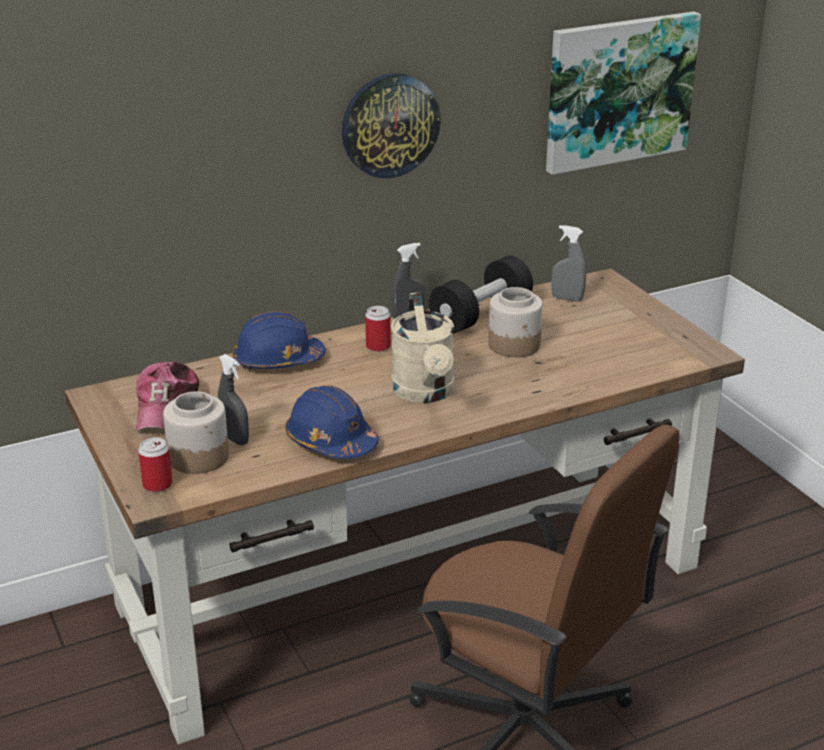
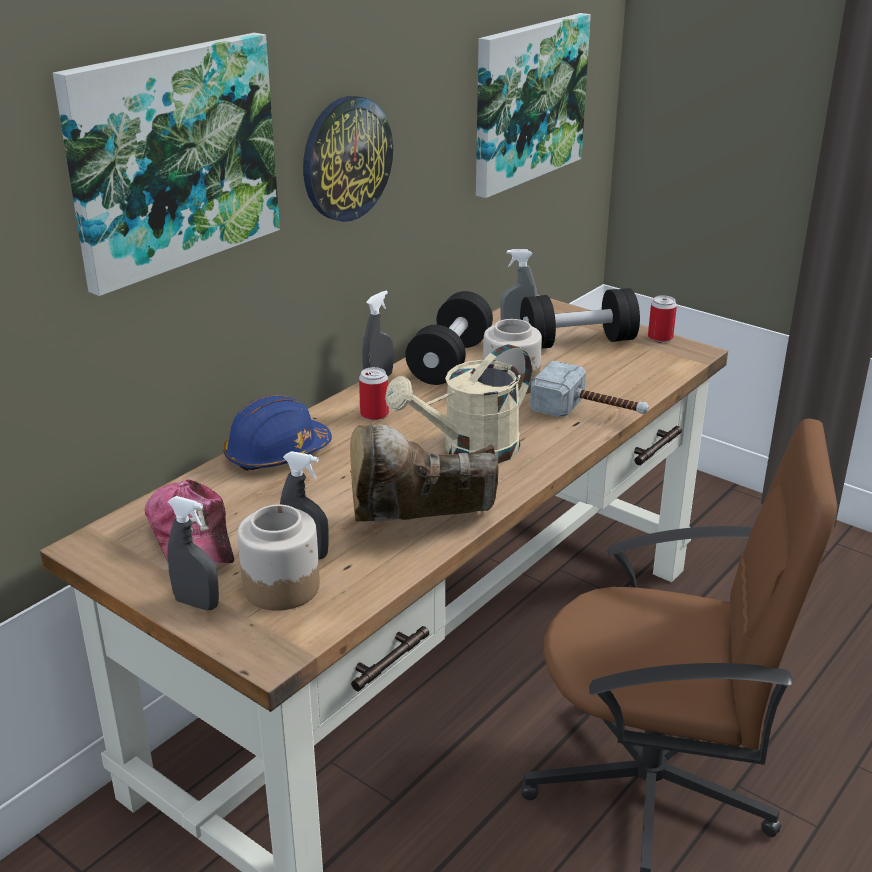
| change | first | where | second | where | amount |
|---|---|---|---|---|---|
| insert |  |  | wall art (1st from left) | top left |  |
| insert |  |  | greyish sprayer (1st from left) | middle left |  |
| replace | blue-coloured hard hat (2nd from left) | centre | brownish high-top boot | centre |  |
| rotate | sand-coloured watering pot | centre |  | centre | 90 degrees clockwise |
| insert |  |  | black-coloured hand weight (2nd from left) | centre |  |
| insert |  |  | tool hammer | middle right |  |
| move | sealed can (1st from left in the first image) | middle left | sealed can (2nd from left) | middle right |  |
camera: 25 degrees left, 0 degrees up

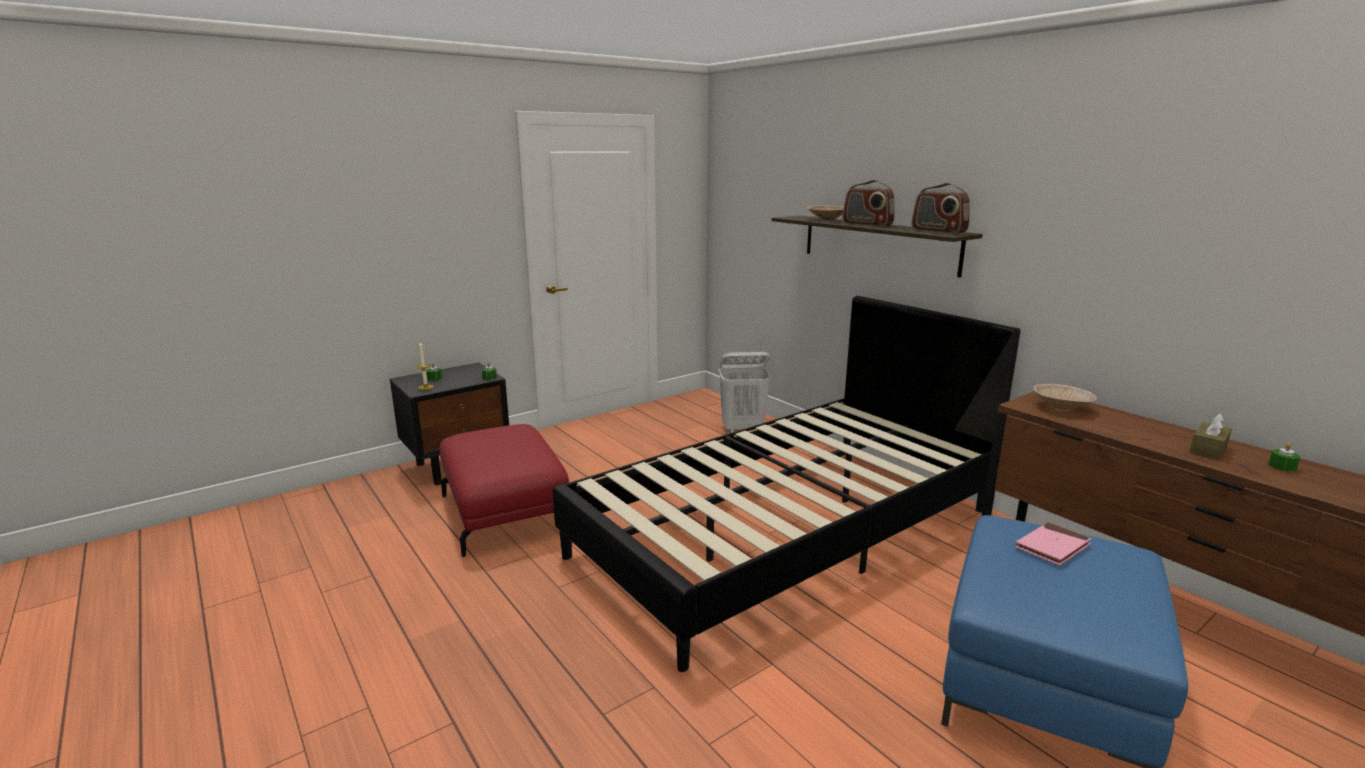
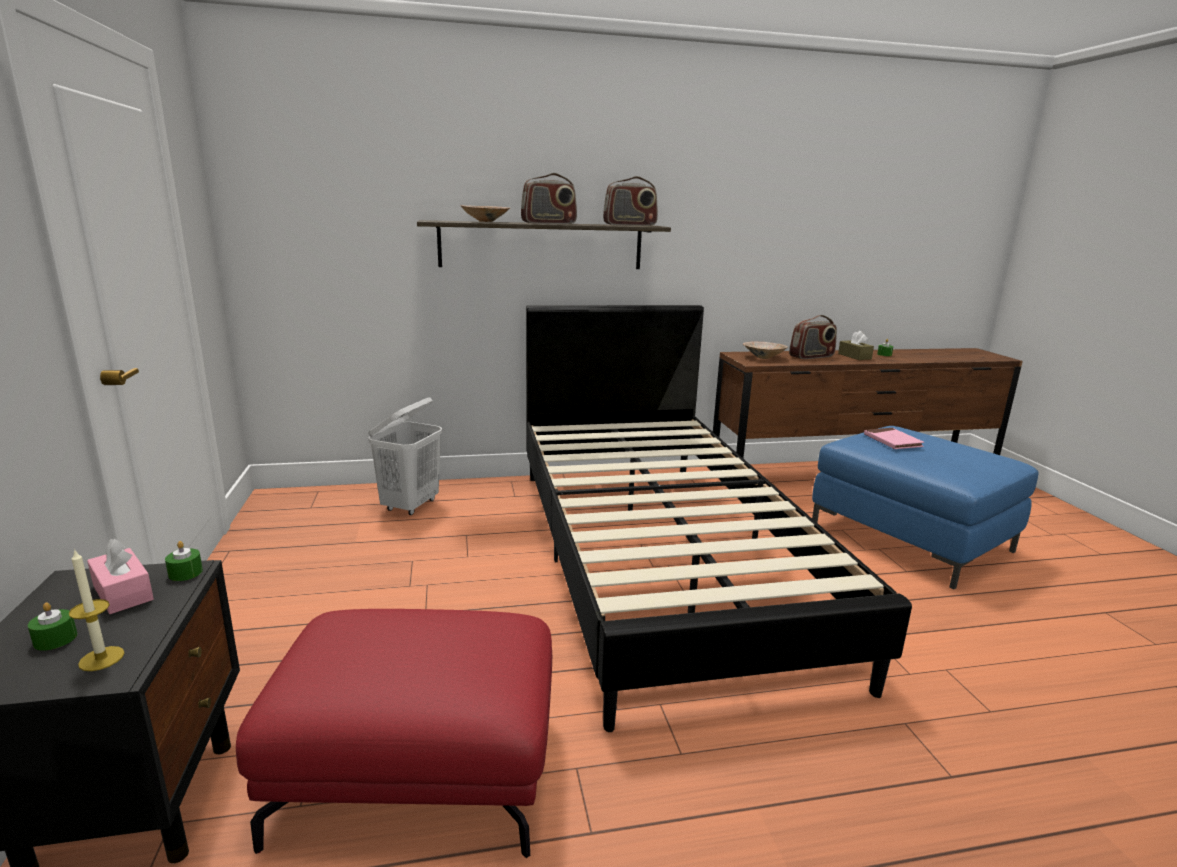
| change | first | where | second | where | amount |
|---|---|---|---|---|---|
| insert |  |  | pink box of tissues | middle left |  |
| insert |  |  | radio set (3rd from left) | middle right |  |
camera: 65 degrees left, 0 degrees up

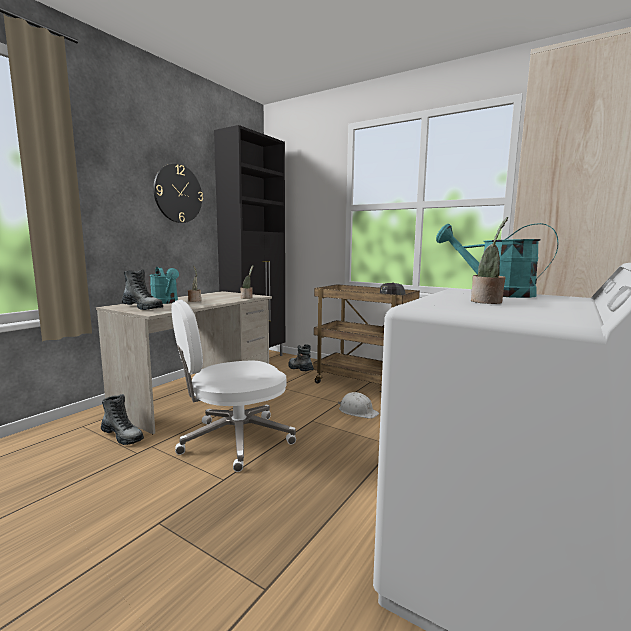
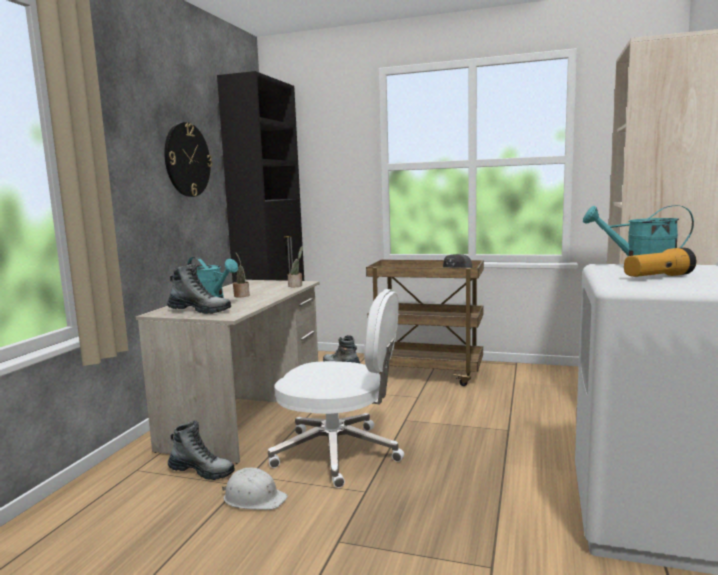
| change | first | where | second | where | amount |
|---|---|---|---|---|---|
| move | white-coloured hard hat | centre |  | bottom centre |  |
| rotate | white-coloured desk chair | centre |  | bottom centre | 120 degrees counterclockwise |
| replace | plant in a pot (3rd from left) | middle right | torch | middle right |  |
camera: 15 degrees left, 0 degrees up

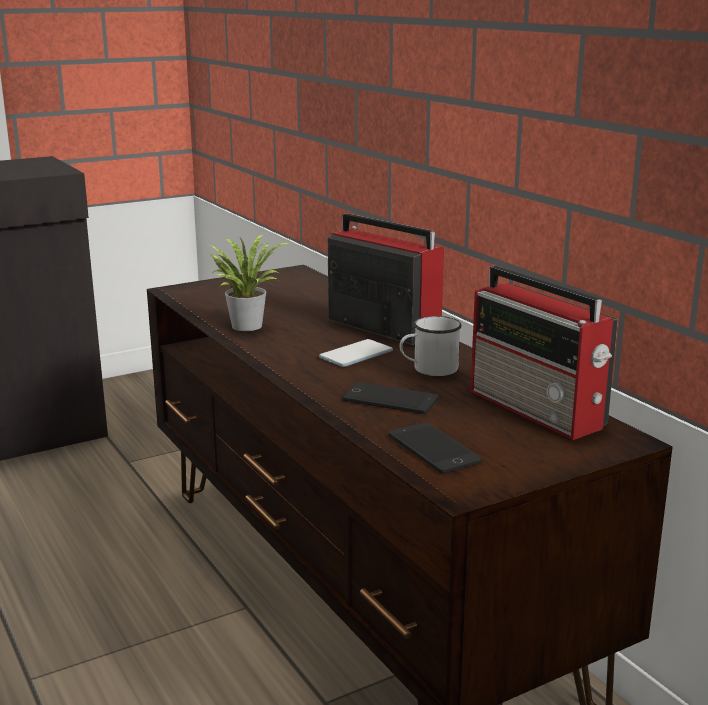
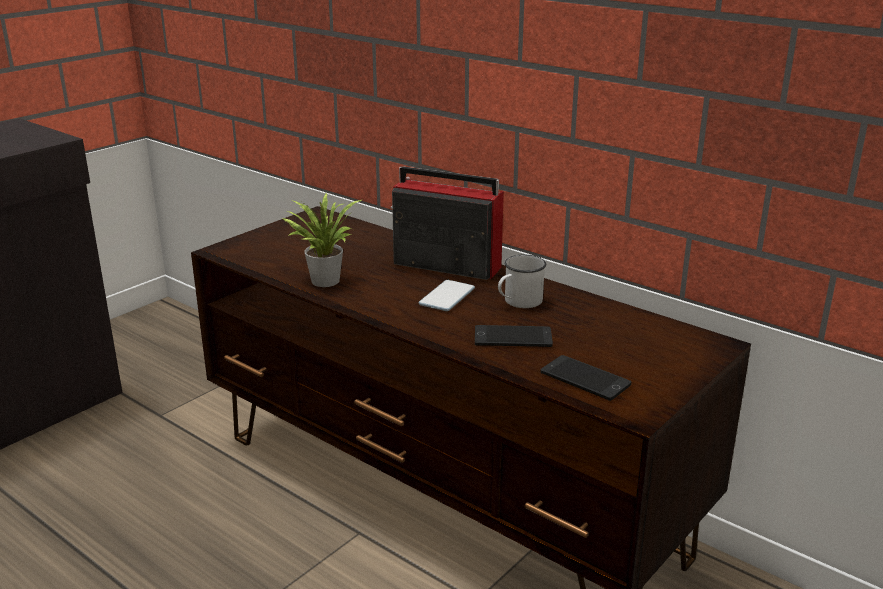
| change | first | where | second | where | amount |
|---|---|---|---|---|---|
| delete | radio set (2nd from left) | middle right |  |  |  |
camera: 20 degrees left, 5 degrees up

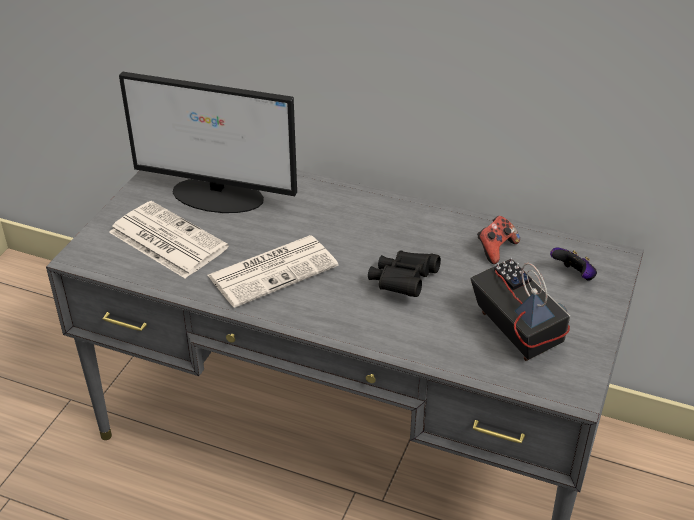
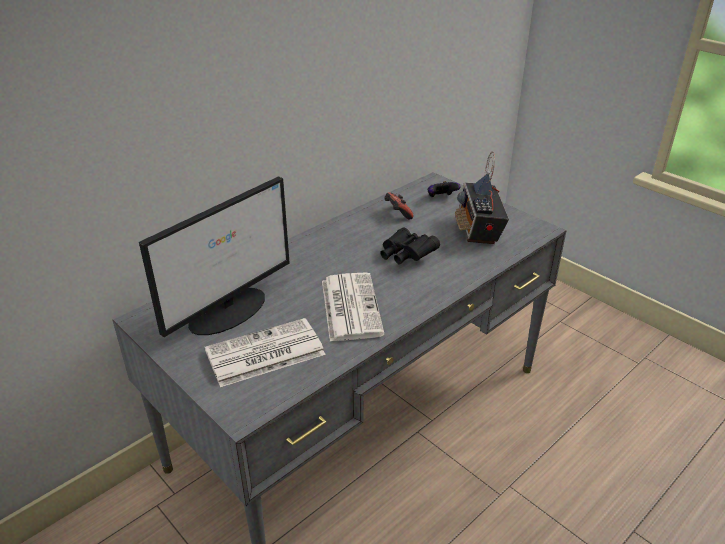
| change | first | where | second | where | amount |
|---|---|---|---|---|---|
| rotate | radio set | middle right |  | centre | 90 degrees counterclockwise |
camera: 65 degrees left, 5 degrees down

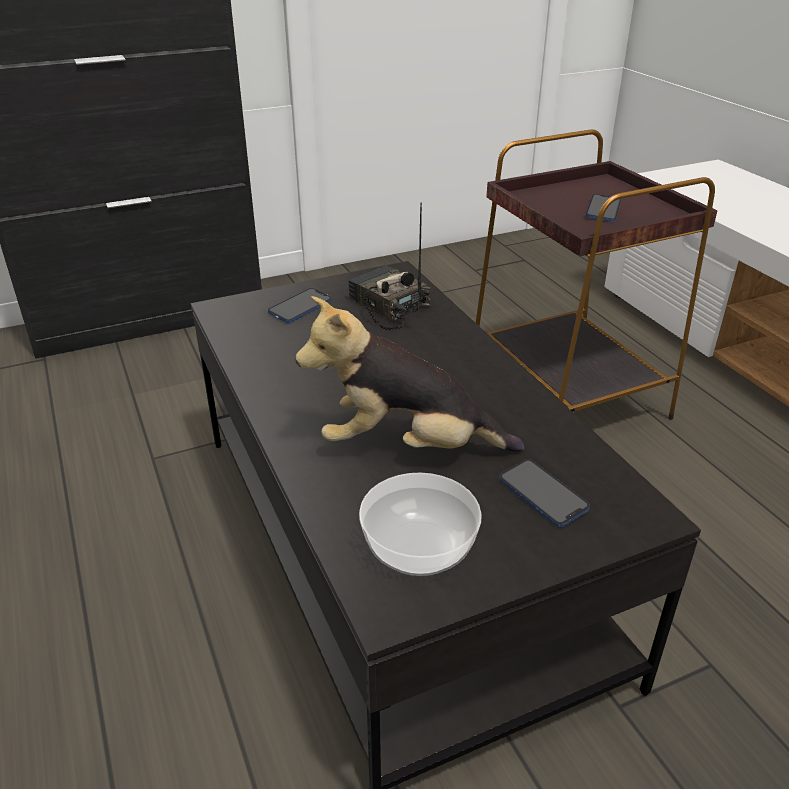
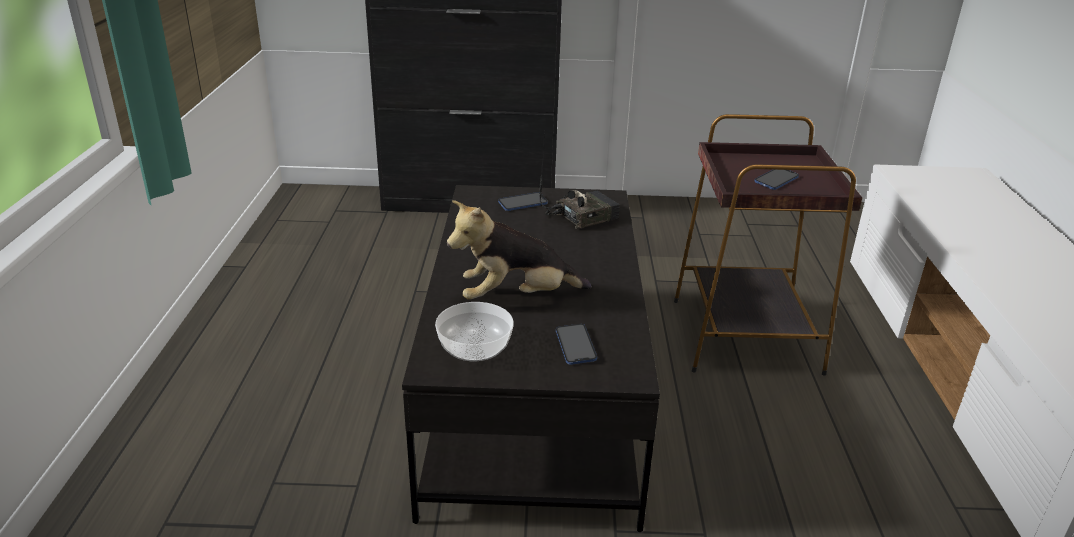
| change | first | where | second | where | amount |
|---|---|---|---|---|---|
| rotate | plush toy | centre |  | centre | 45 degrees counterclockwise |
| rotate | radio set | centre |  | centre | 75 degrees clockwise |
camera: 25 degrees right, 5 degrees down

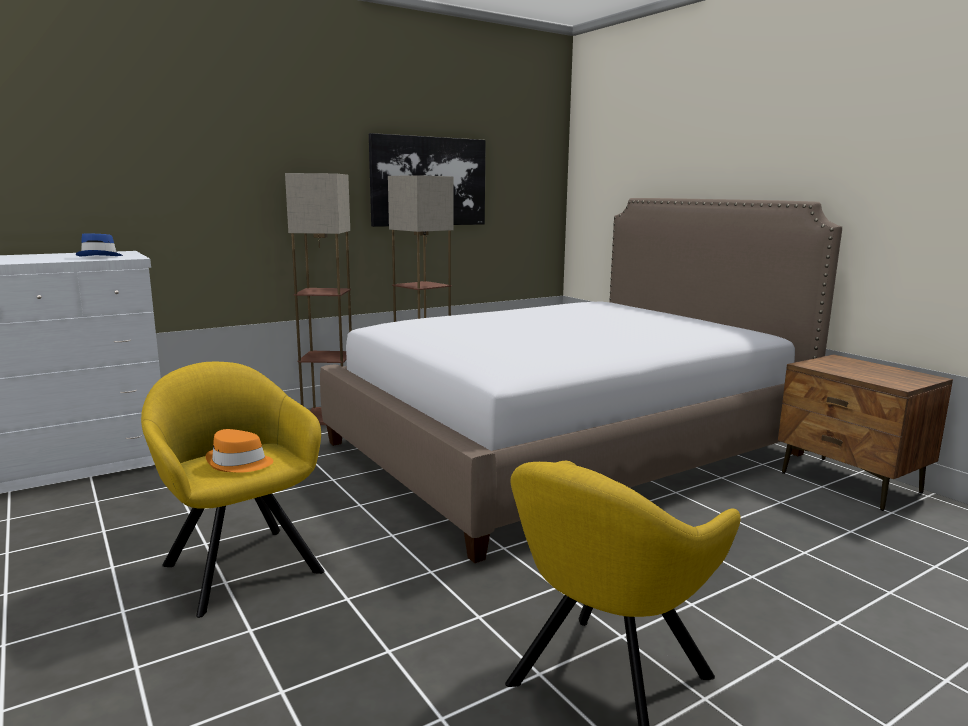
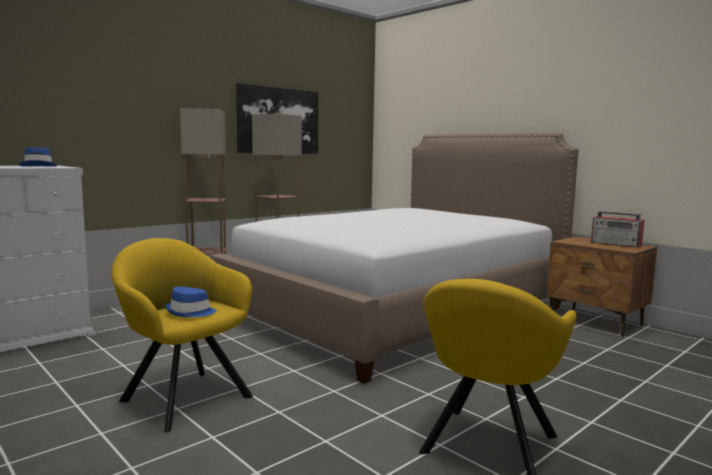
| change | first | where | second | where | amount |
|---|---|---|---|---|---|
| recolor | orange-coloured hat | middle left | blue-coloured hat (2nd from left) | middle left |  |
| insert |  |  | radio set | middle right |  |
camera: 10 degrees left, 5 degrees down

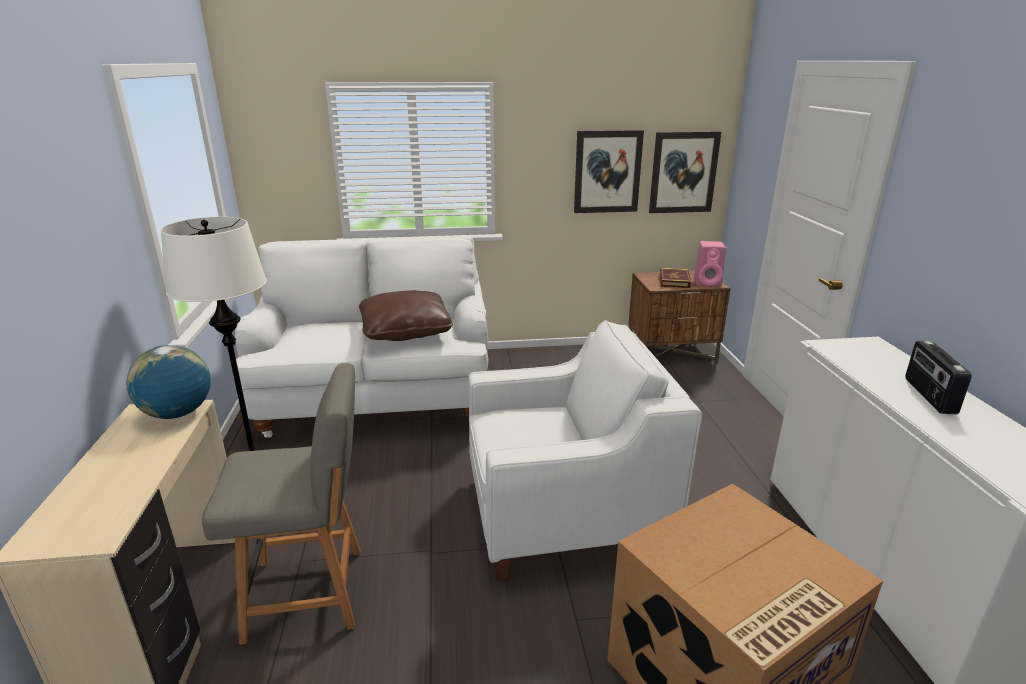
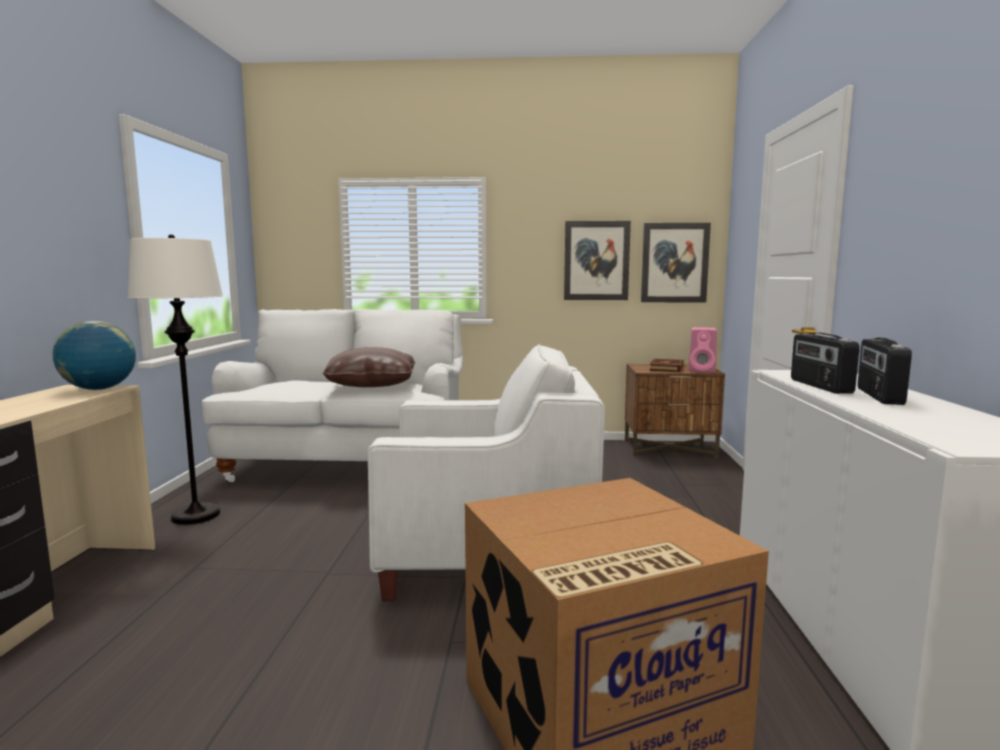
| change | first | where | second | where | amount |
|---|---|---|---|---|---|
| insert |  |  | radio set (1st from left) | middle right |  |
| delete | greyish upright chair | bottom left |  |  |  |
camera: 10 degrees right, 15 degrees down

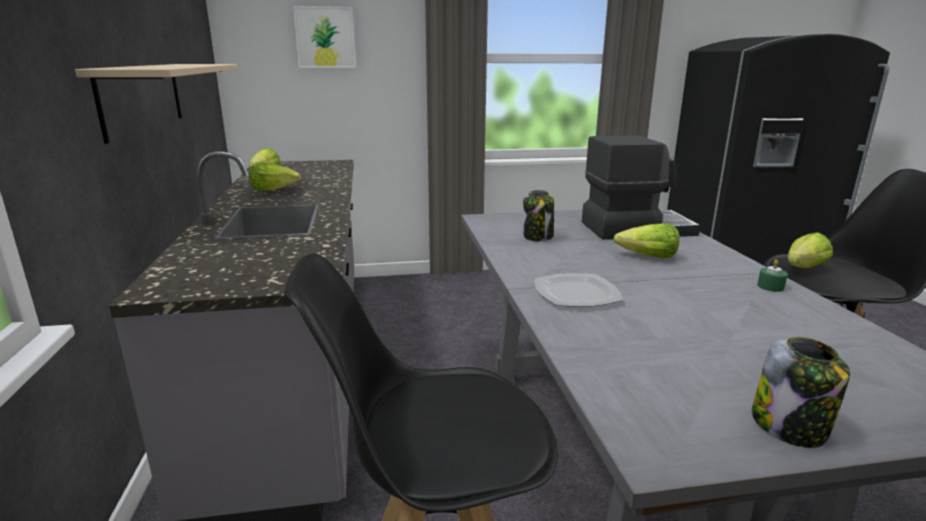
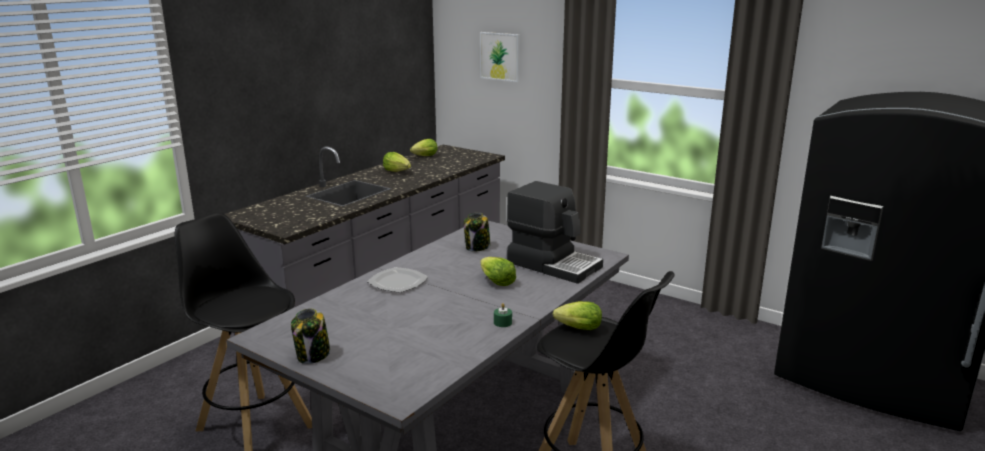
| change | first | where | second | where | amount |
|---|---|---|---|---|---|
| delete | sand-coloured bracket shelf | top left |  |  |  |
camera: 45 degrees right, 0 degrees up

